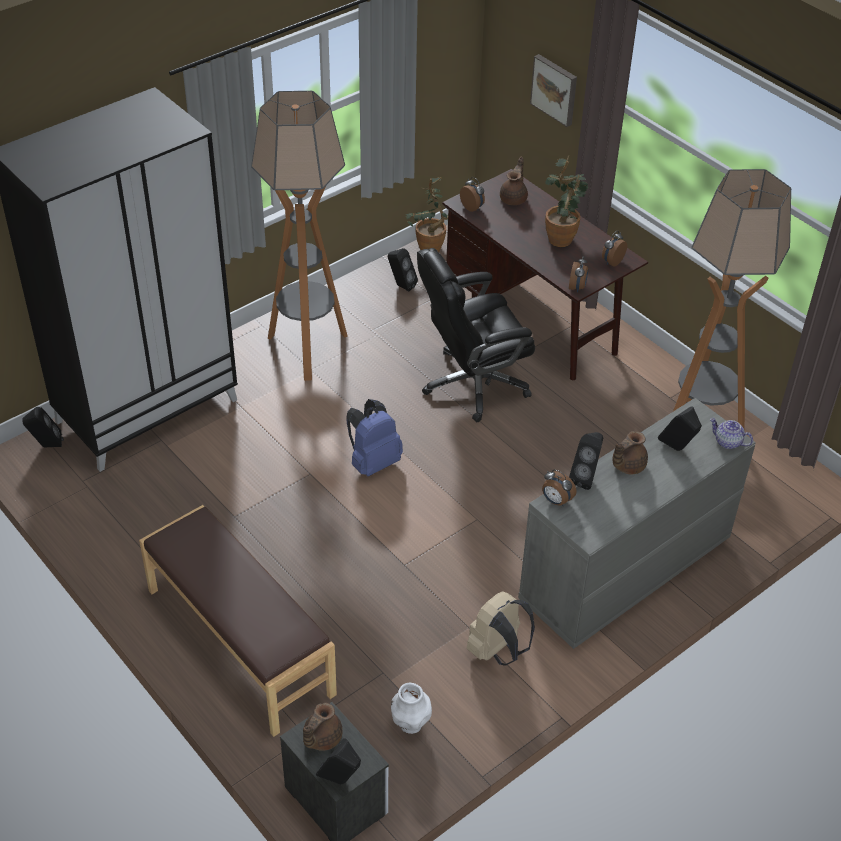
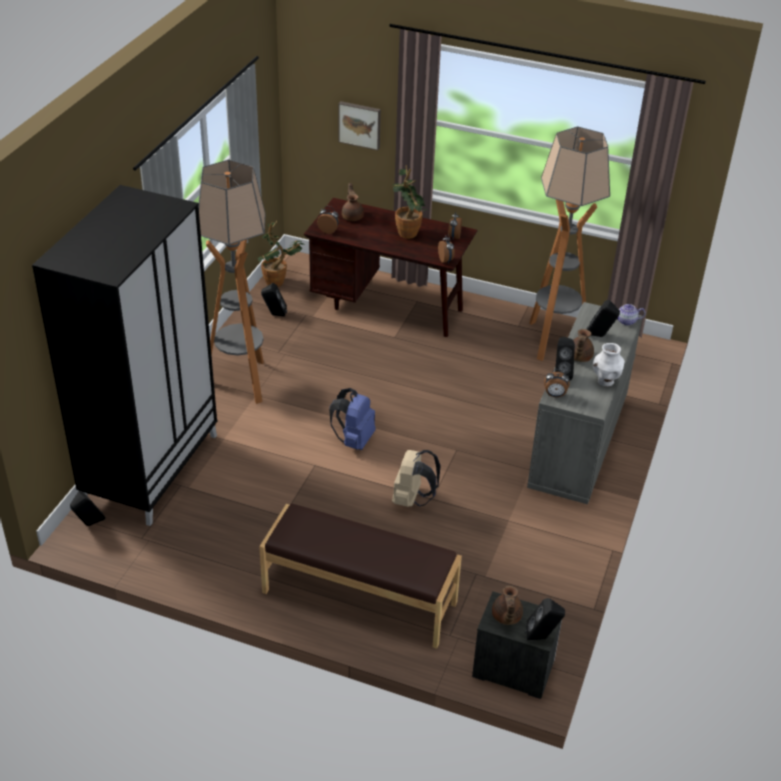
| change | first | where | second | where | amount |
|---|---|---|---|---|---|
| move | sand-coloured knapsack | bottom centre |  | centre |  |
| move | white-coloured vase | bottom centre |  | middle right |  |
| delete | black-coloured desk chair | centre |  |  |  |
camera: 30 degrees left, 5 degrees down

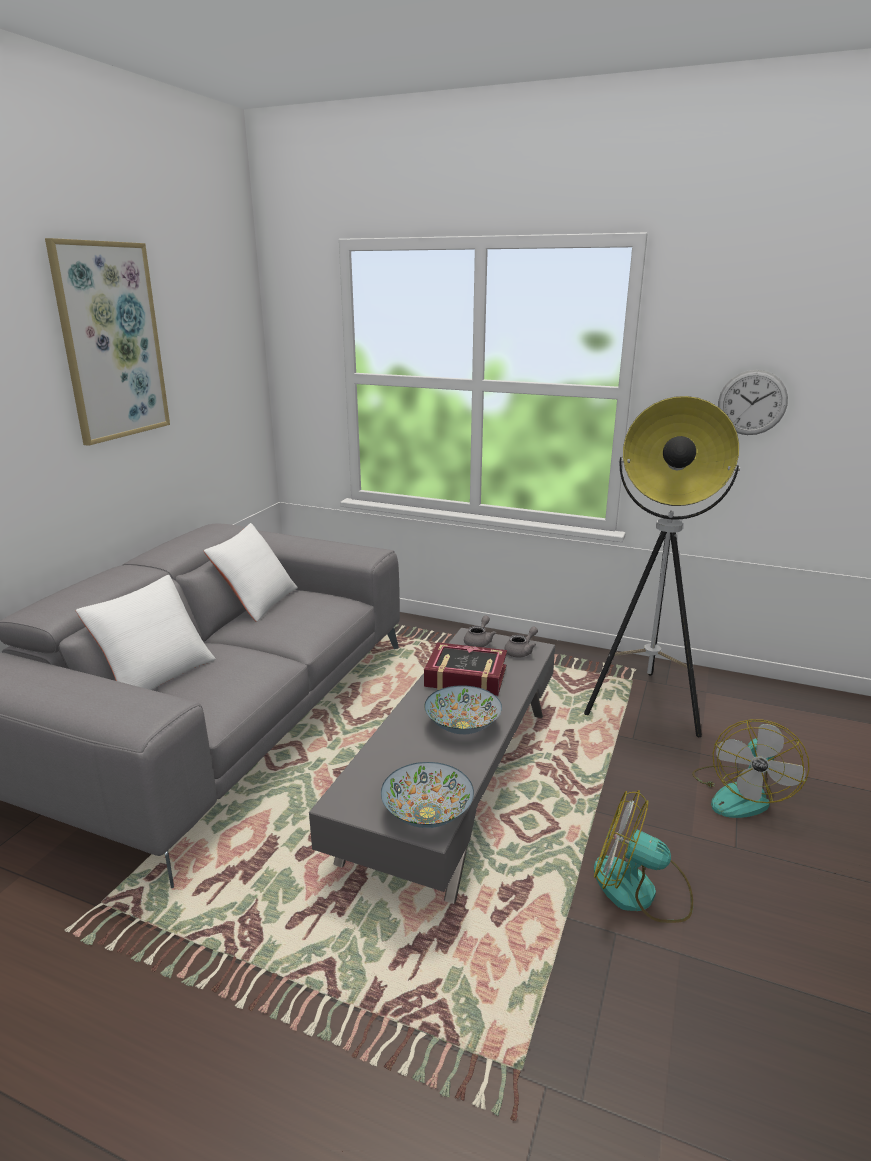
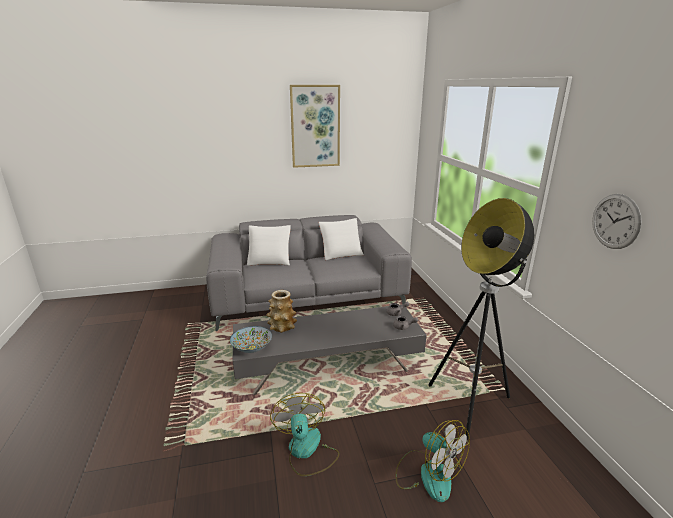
| change | first | where | second | where | amount |
|---|---|---|---|---|---|
| insert |  |  | vase | centre |  |
| rotate | electric fan (2nd from left) | middle right |  | bottom centre | 120 degrees counterclockwise |
| delete | book | centre |  |  |  |
| delete | serving bowl (2nd from left) | centre |  |  |  |
camera: 55 degrees right, 0 degrees up

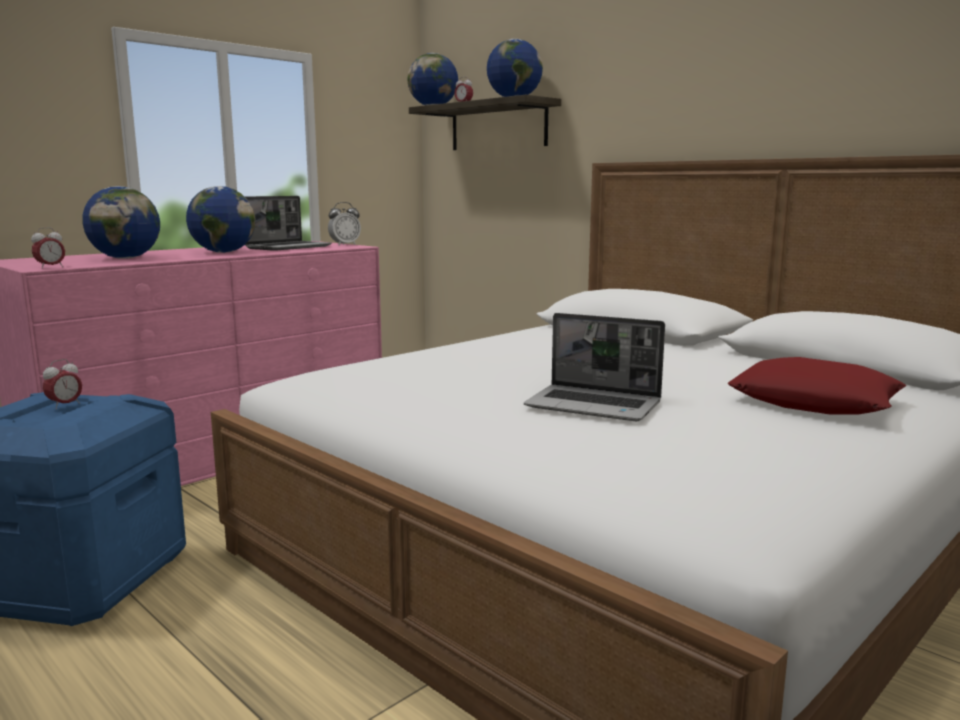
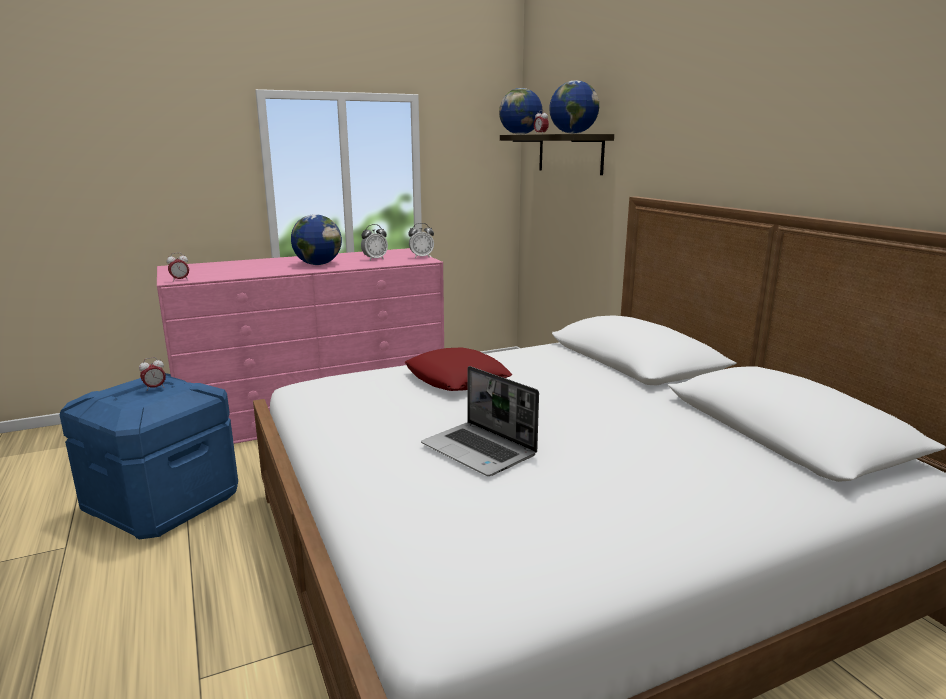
| change | first | where | second | where | amount |
|---|---|---|---|---|---|
| replace | notebook computer (1st from left) | top left | alarm clock (3rd from left) | centre |  |
| move | reddish cushion | middle right |  | centre |  |
| delete | world globe (1st from left) | top left |  |  |  |
camera: 20 degrees right, 5 degrees up

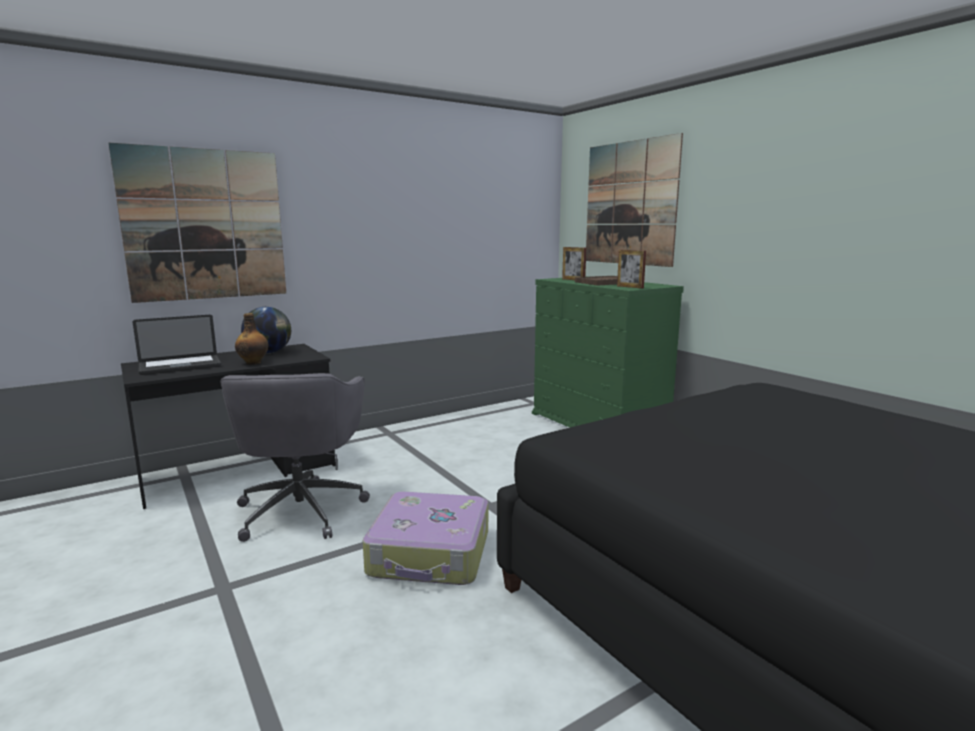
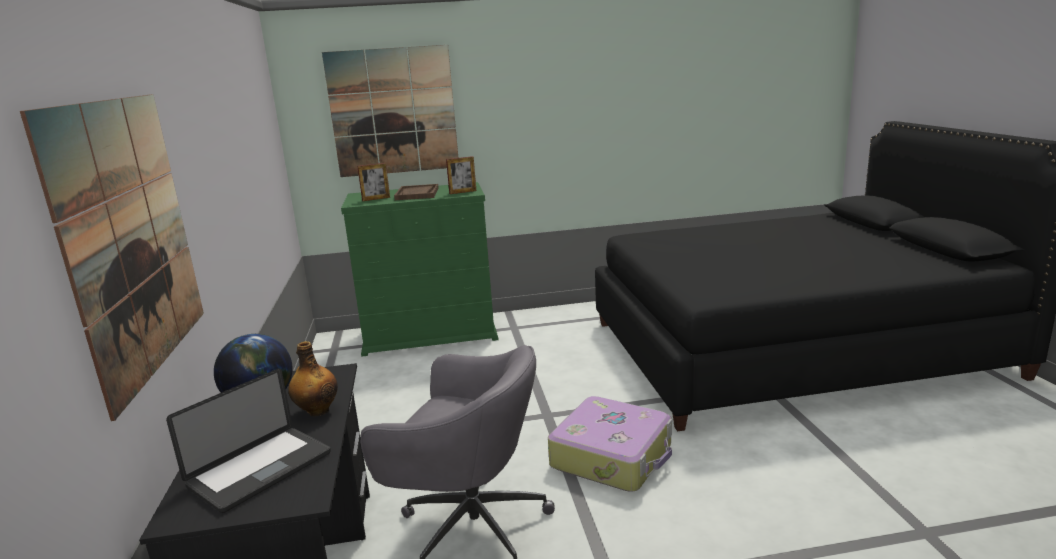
| change | first | where | second | where | amount |
|---|---|---|---|---|---|
| rotate | notebook computer | middle left |  | bottom left | 45 degrees clockwise |
camera: 65 degrees left, 5 degrees up

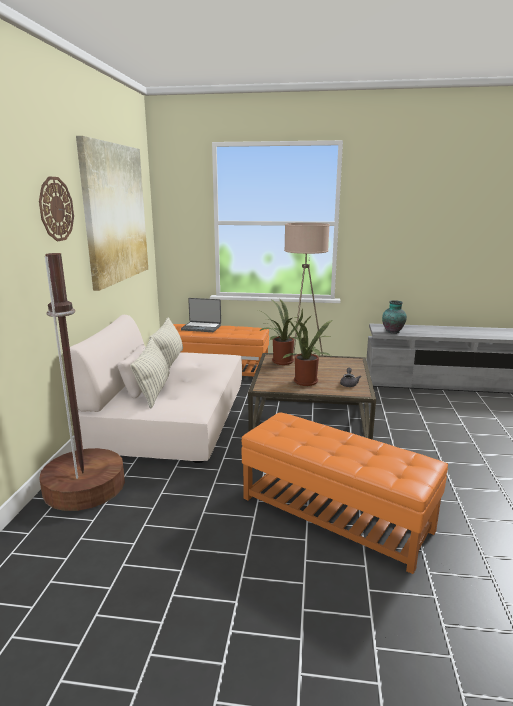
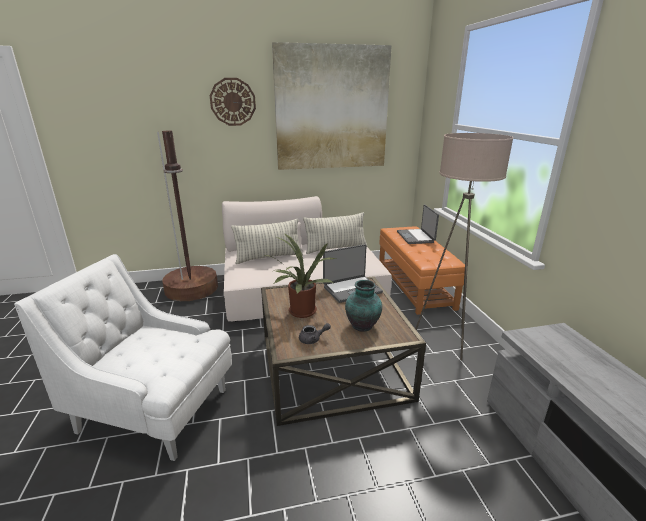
| change | first | where | second | where | amount |
|---|---|---|---|---|---|
| replace | orange-coloured ottoman (2nd from left) | bottom right | white-coloured armchair | bottom left |  |
| replace | plant in a pot (1st from left) | centre | notebook computer (1st from left) | centre |  |
| move | vase | middle right |  | centre |  |
camera: 70 degrees right, 5 degrees up

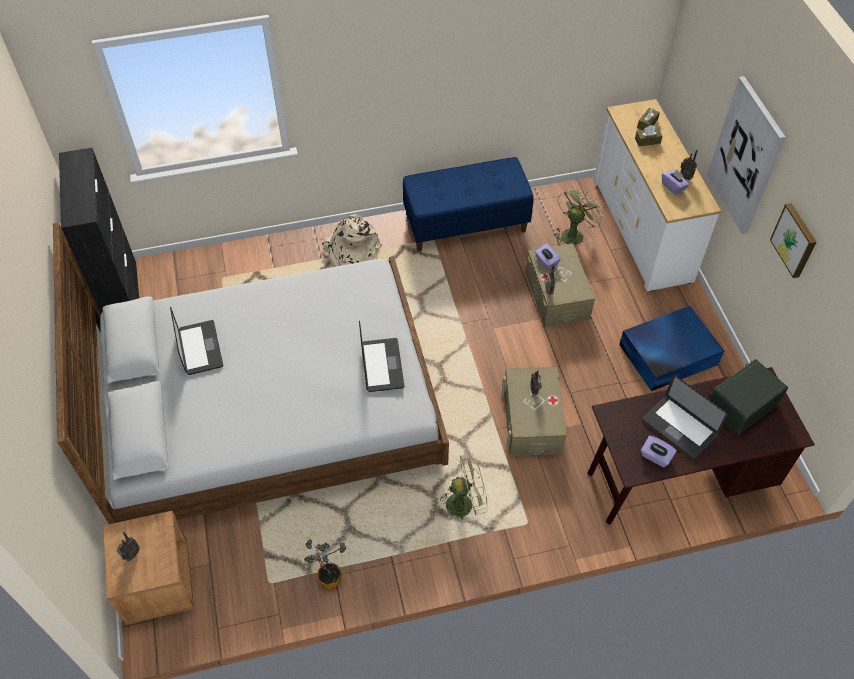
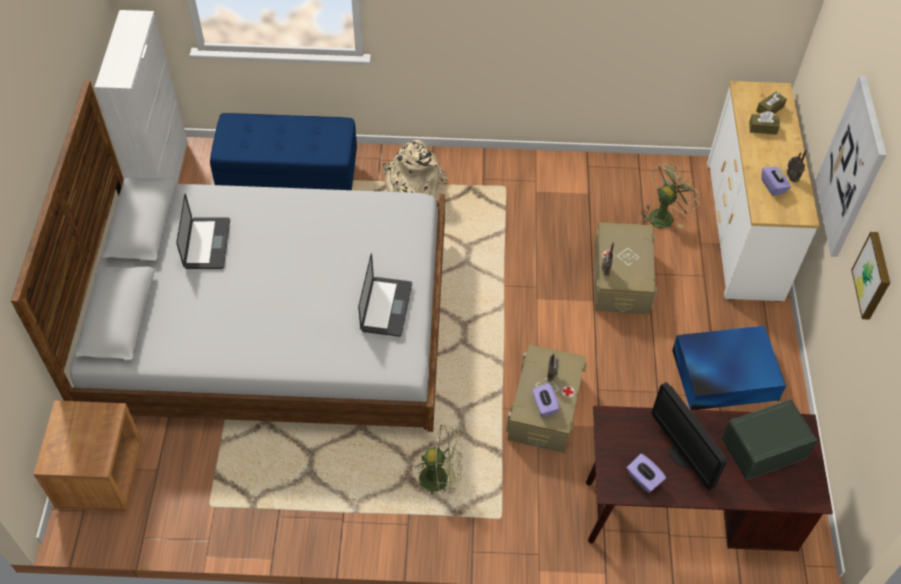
| change | first | where | second | where | amount |
|---|---|---|---|---|---|
| recolor | black-coloured storage cabinet | middle left | white-coloured storage cabinet | top left |  |
| move | blue-coloured bench | top centre |  | top left |  |
| move | purple box of tissues (1st from left) | centre |  | bottom centre |  |
| replace | notebook computer (3rd from left) | middle right | computer screen | bottom right |  |
| delete | radio set (1st from left) | bottom left |  |  |  |
| delete | plant in a pot | bottom centre |  |  |  |
camera: 15 degrees right, 0 degrees up

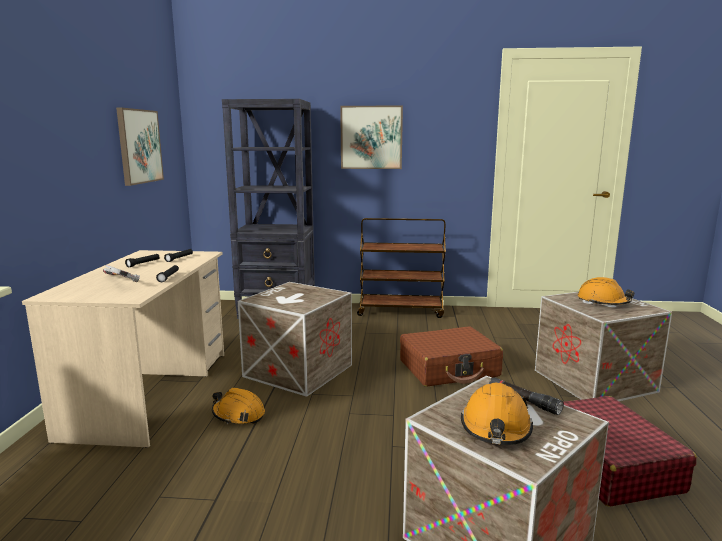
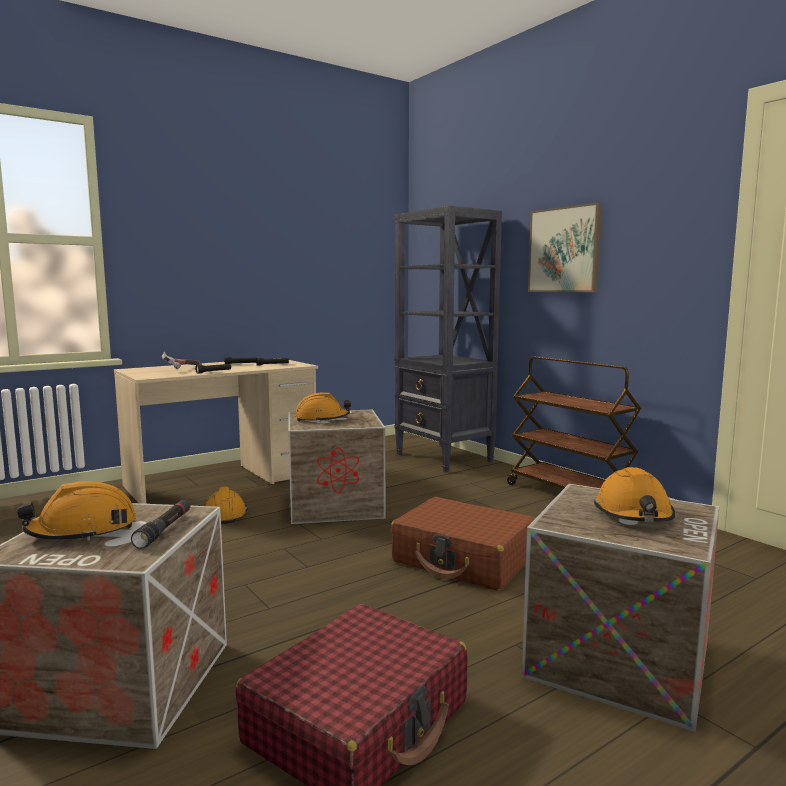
| change | first | where | second | where | amount |
|---|---|---|---|---|---|
| insert |  |  | orange-coloured hard hat (3rd from left) | centre |  |
| delete | wall art (1st from left) | top left |  |  |  |
camera: 50 degrees right, 5 degrees down

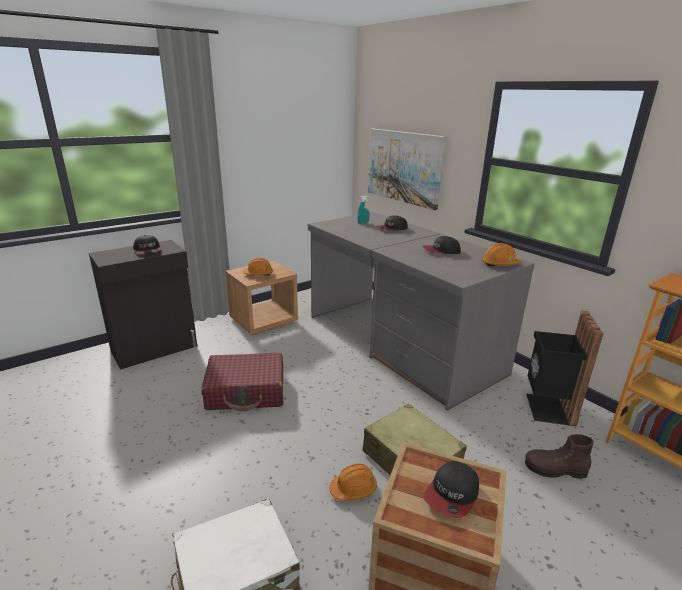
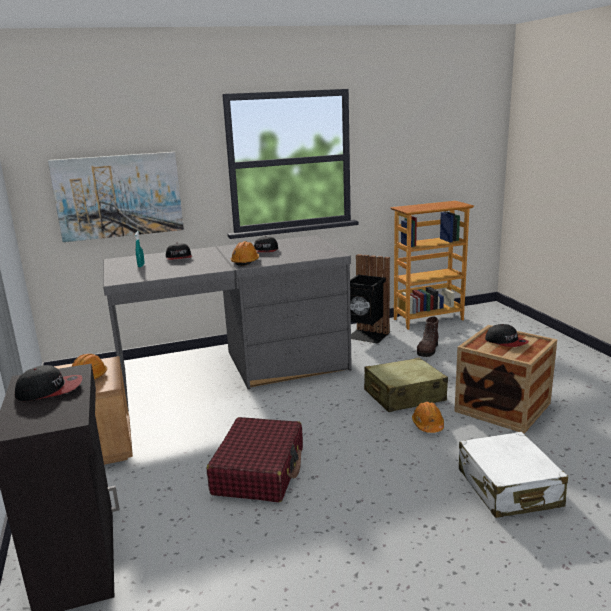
| change | first | where | second | where | amount |
|---|---|---|---|---|---|
| move | orange-coloured hard hat (3rd from left in the first image) | middle right | orange-coloured hard hat (2nd from left) | centre |  |
camera: 70 degrees left, 5 degrees down

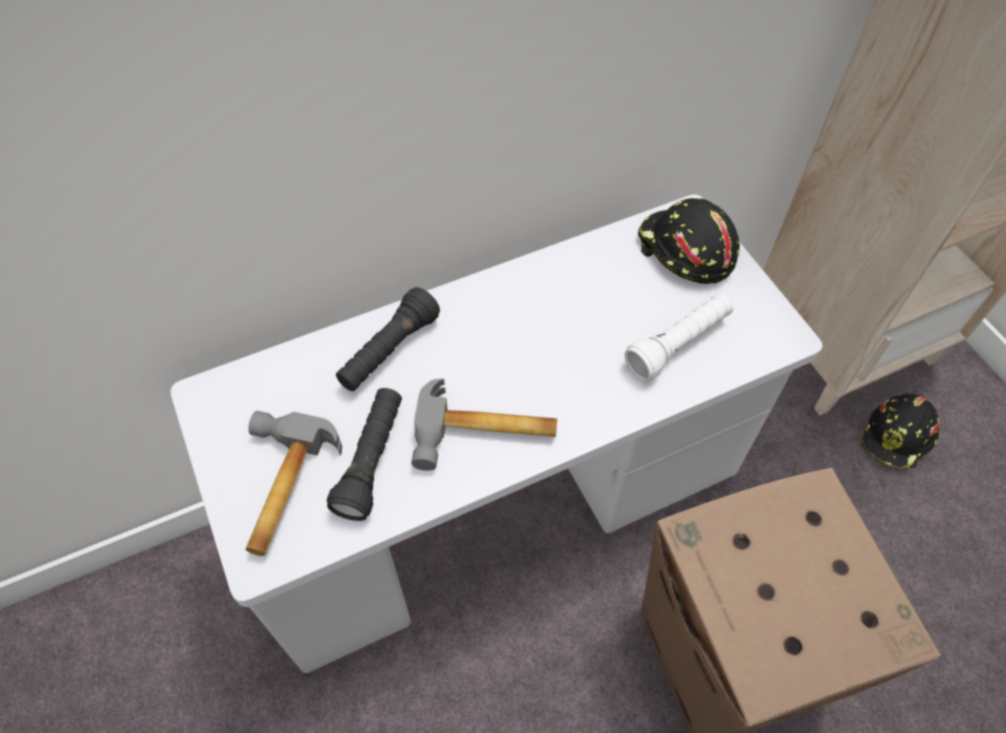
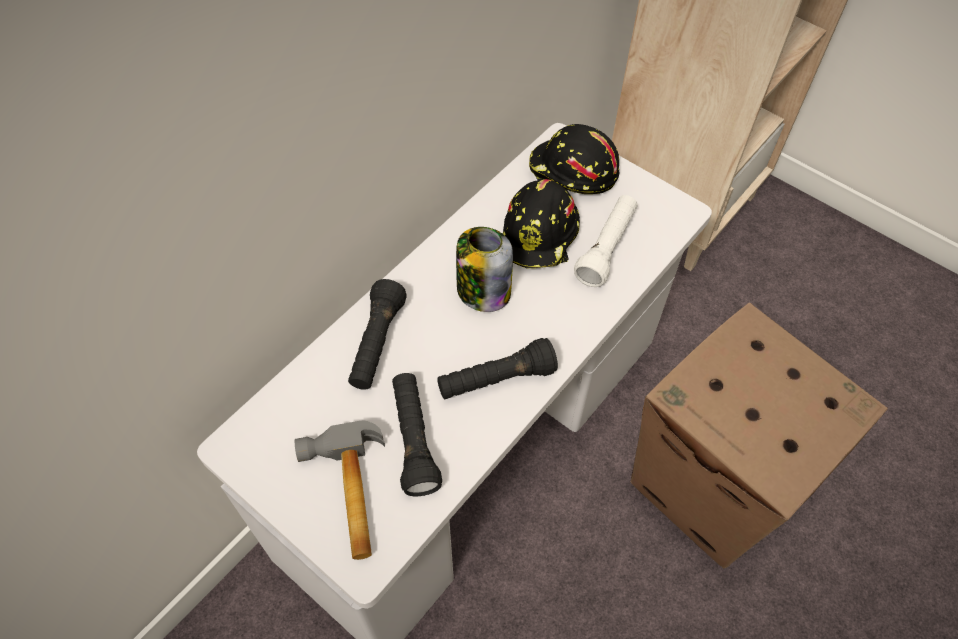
| change | first | where | second | where | amount |
|---|---|---|---|---|---|
| replace | tool hammer (2nd from left) | centre | black-coloured torch (3rd from left) | centre |  |
| insert |  |  | preserve jar | centre |  |
| move | black-coloured hard hat (2nd from left in the first image) | middle right | black-coloured hard hat (1st from left) | centre |  |
camera: 25 degrees left, 0 degrees up

